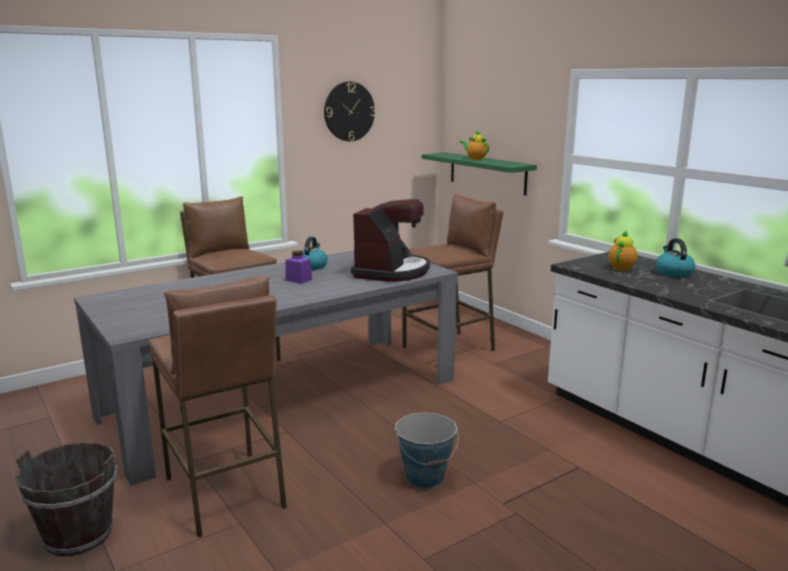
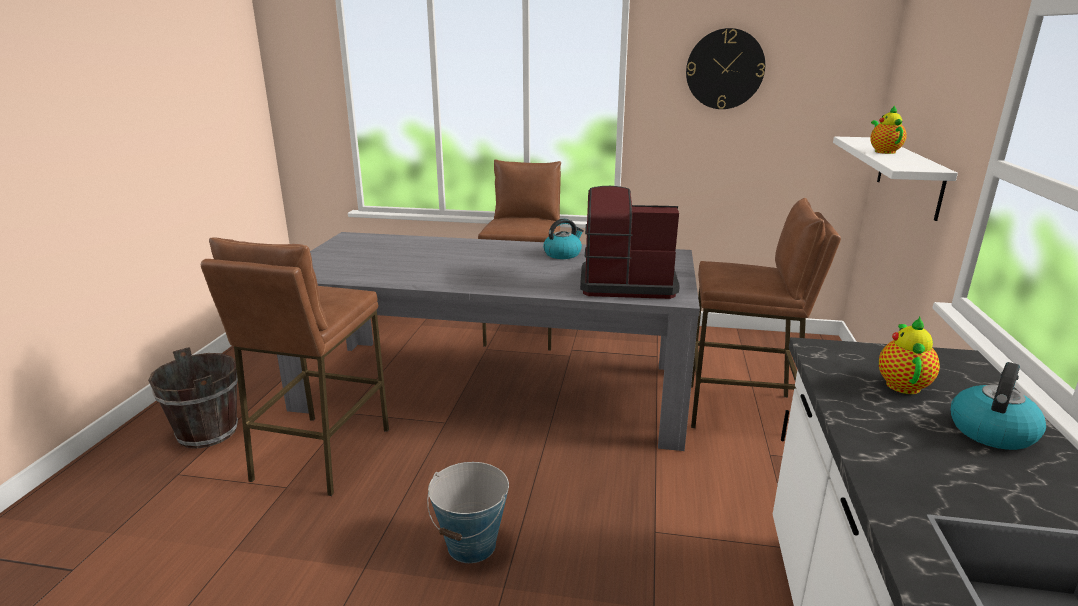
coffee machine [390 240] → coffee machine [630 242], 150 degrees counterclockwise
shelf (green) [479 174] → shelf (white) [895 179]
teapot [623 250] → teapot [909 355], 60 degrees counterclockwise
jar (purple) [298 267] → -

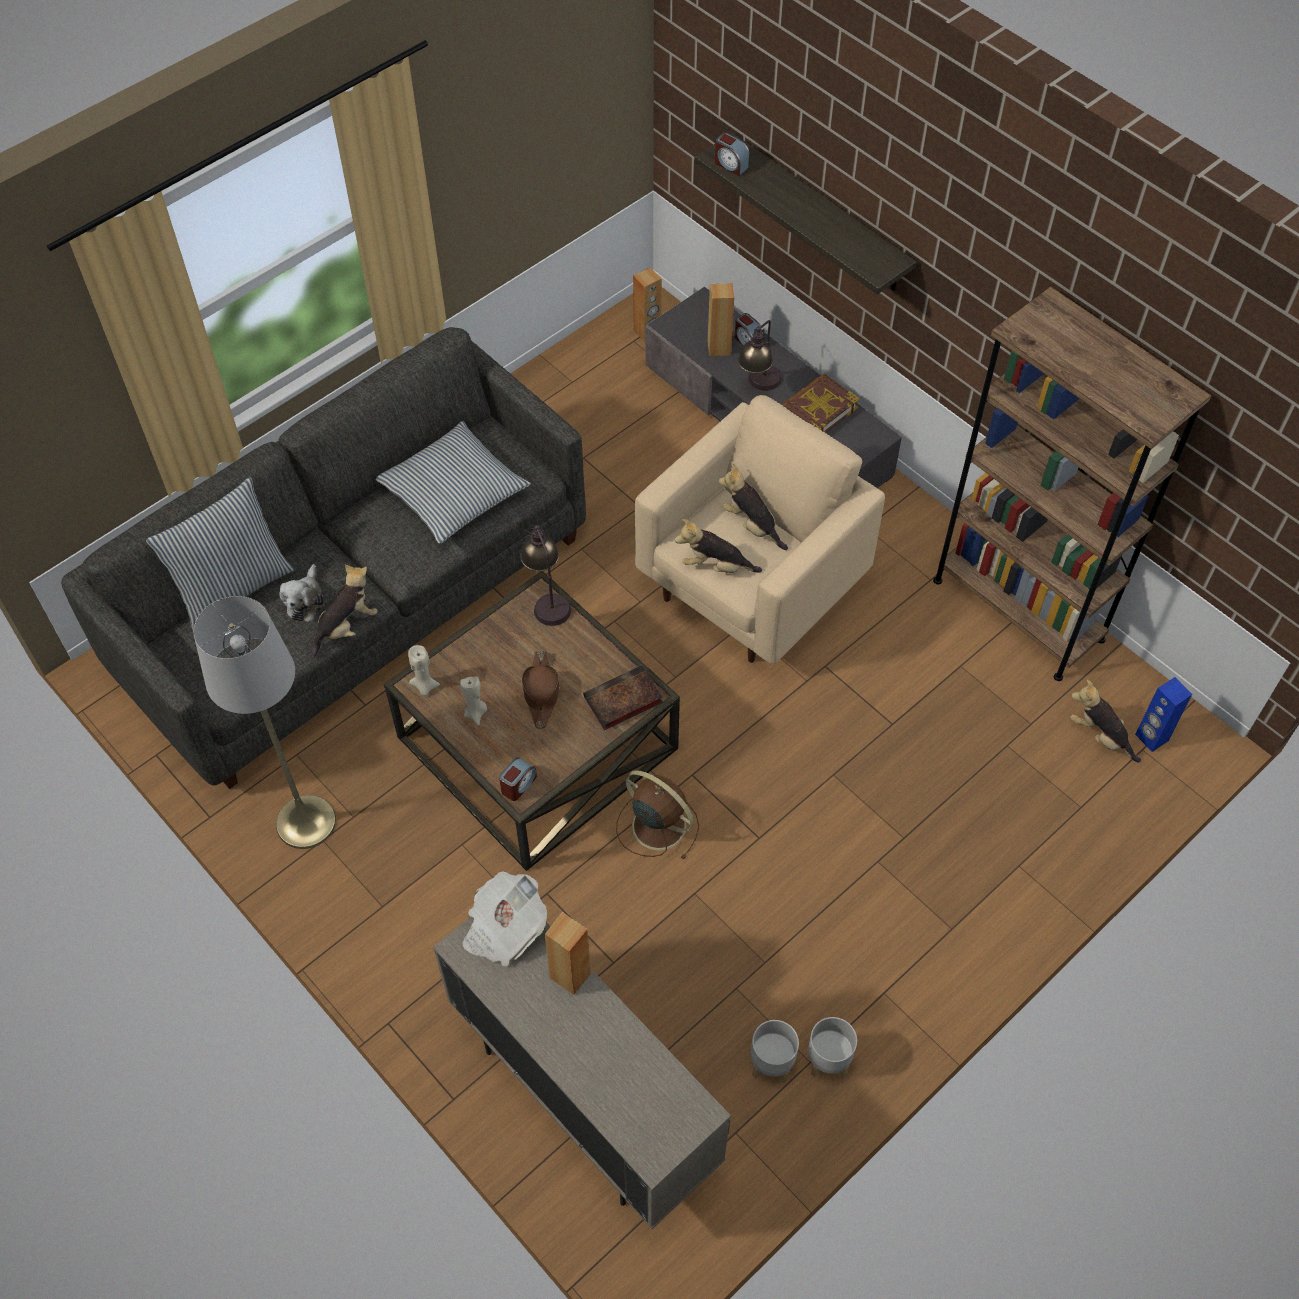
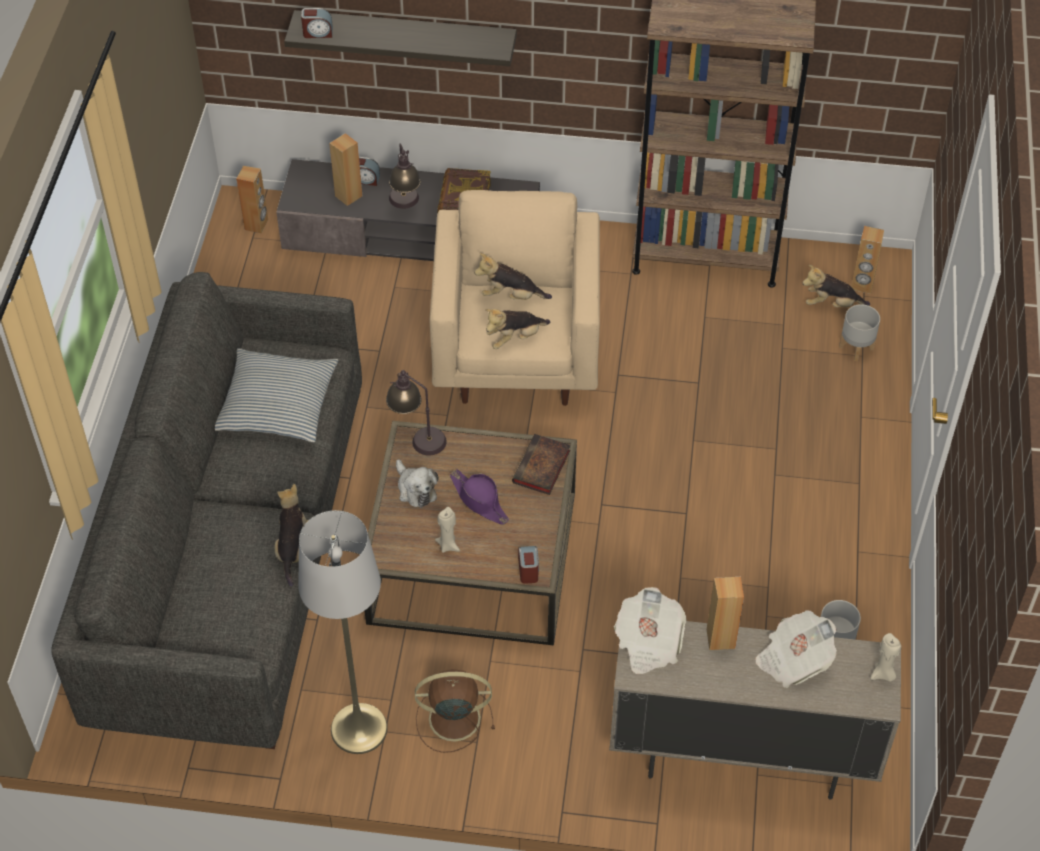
plush toy [302 593] → plush toy [417 483], shifted
fan (brown) [657 815] → fan (brown) [455 711], shifted
hat (brown) [540 689] → hat (purple) [479 497]
- → newspaper [796 649]
planter (grey) [832 1048] → planter (grey) [859 332], shifted
speaker (blue) [1163 714] → speaker (brown) [867 260]
candle (beige) [424 670] → candle (beige) [886 657], shifted
pillow [220 554] → -

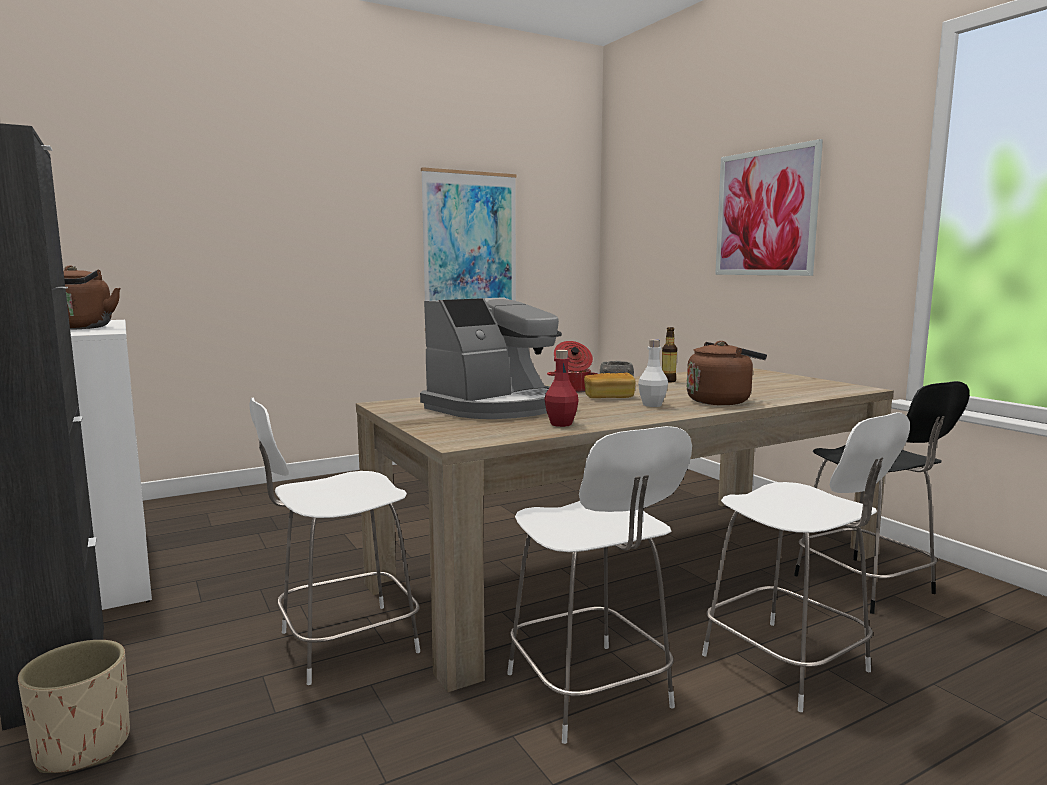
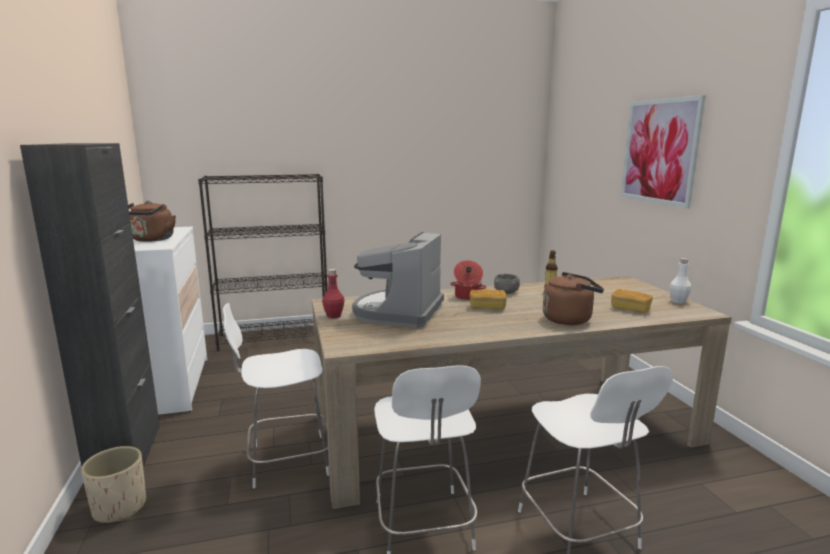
- → bookcase (black) [263 262]
bottle (red) [562 388] → bottle (red) [333 293], shifted
coffee machine [491 358] → coffee machine [398 280], 135 degrees clockwise
- → bread [632 301]
bottle (white) [653 373] → bottle (white) [680 281], shifted
picture [469 234] → -
chair (black) [882 497] → -

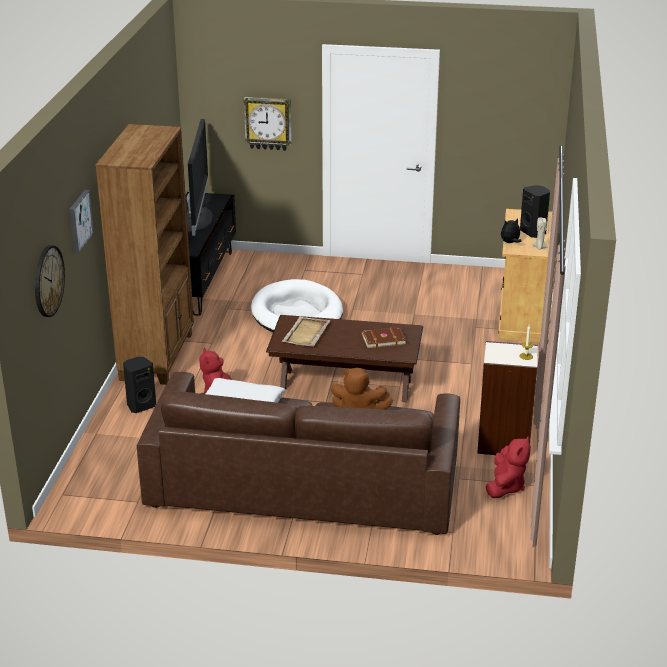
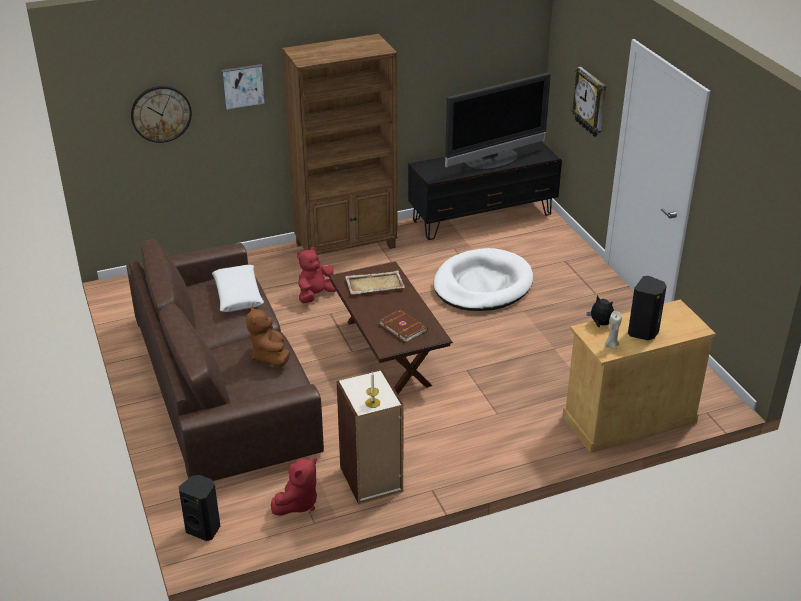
speaker (black) [139 385] → speaker (black) [199 508], shifted
plush toy (red) [508 467] → plush toy (red) [294 487], 45 degrees counterclockwise

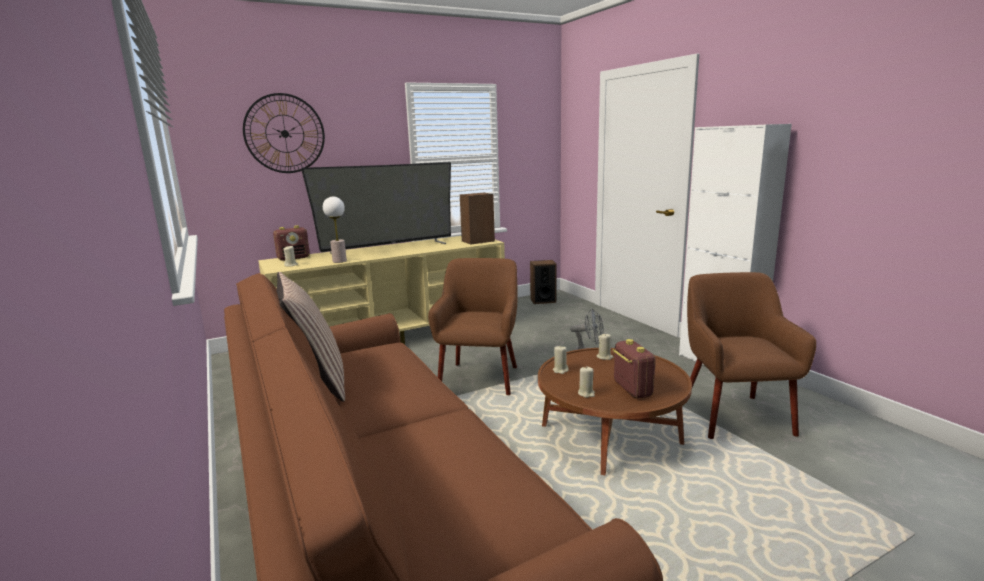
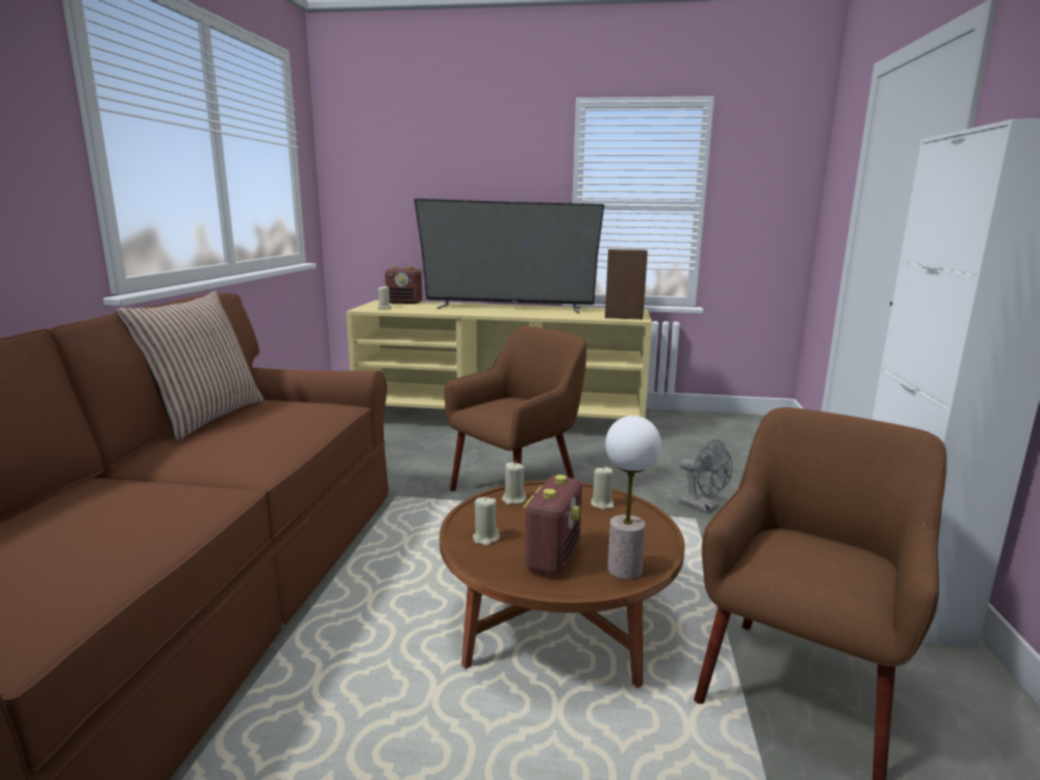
table lamp [335 230] → table lamp [633 498], shifted
wall clock [284 133] → -
speaker [543 282] → -

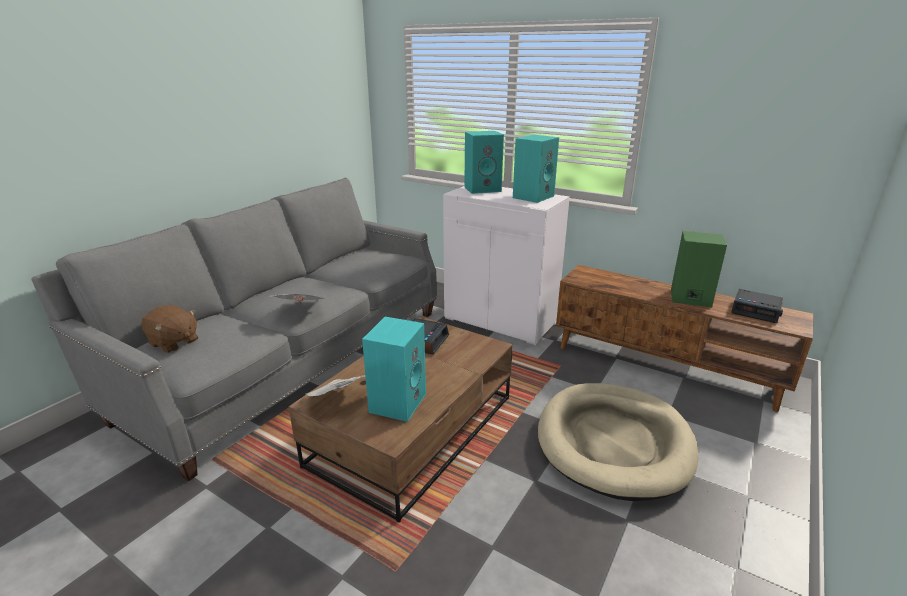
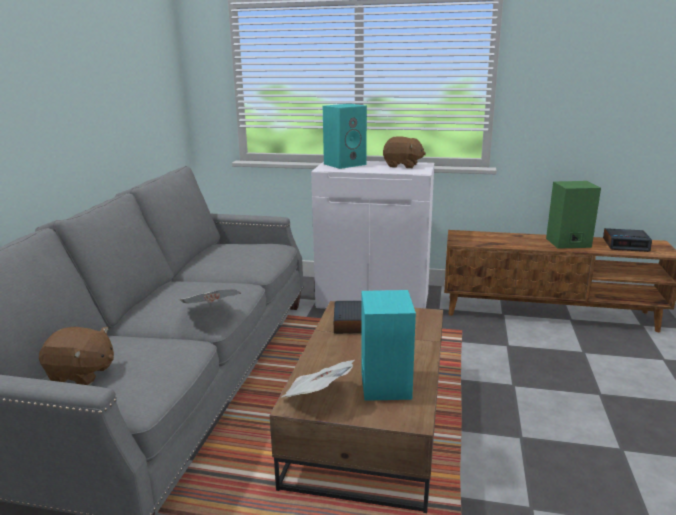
speaker (turquoise) [536 169] → plush toy (brown) [404 152]
dog bed (beige) [618 442] → -

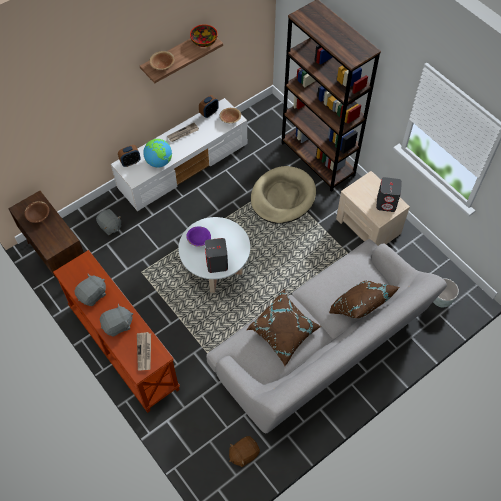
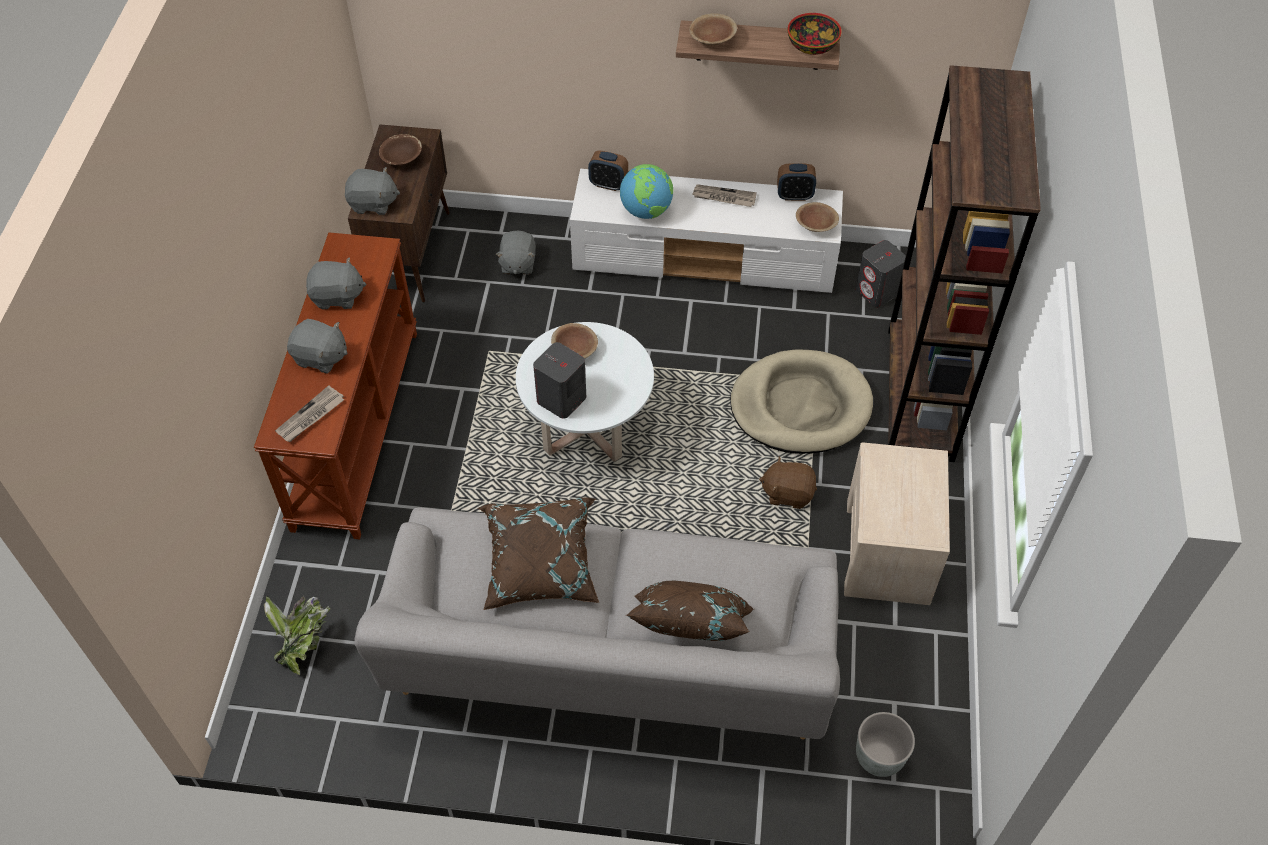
- → potted plant [297 635]
- → plush toy (grey) [372 191]
bowl (purple) [198 236] → bowl (brown) [574 341]
plush toy (brown) [244 451] → plush toy (brown) [788 482], shifted
speaker (grey) [389 194] → speaker (grey) [881 273], shifted

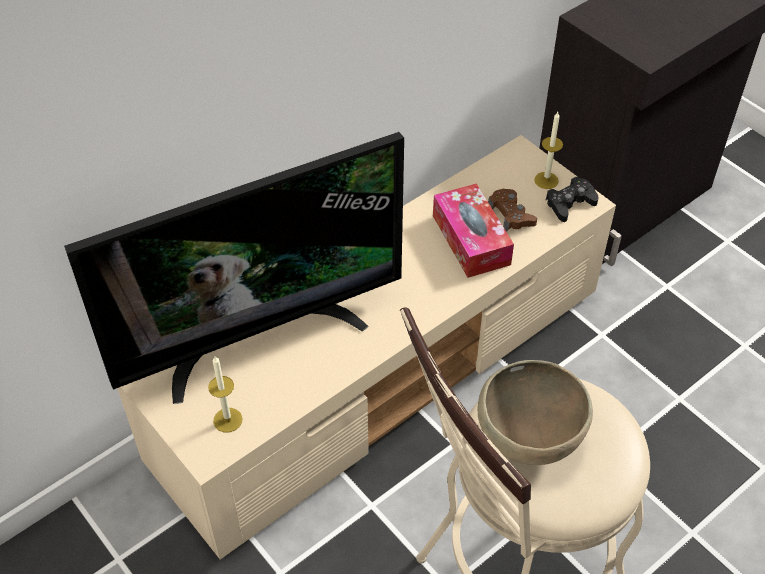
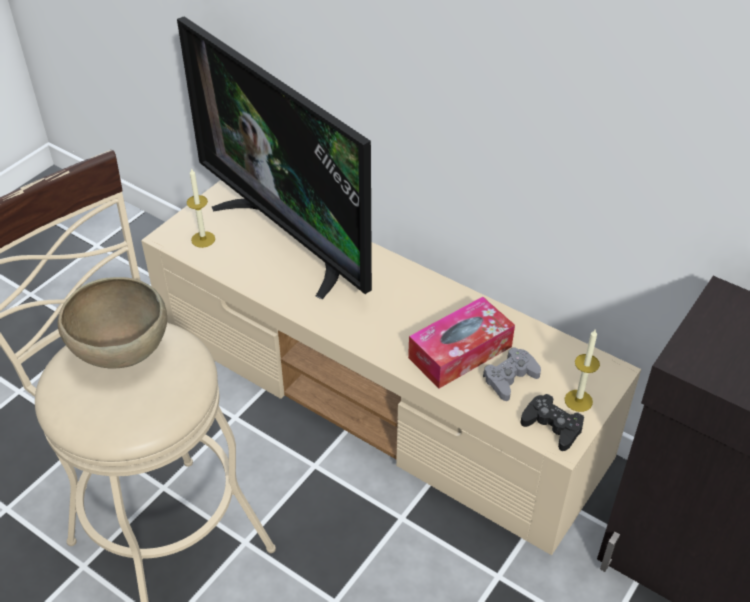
game controller (brown) [512 210] → game controller (grey) [512 374]

